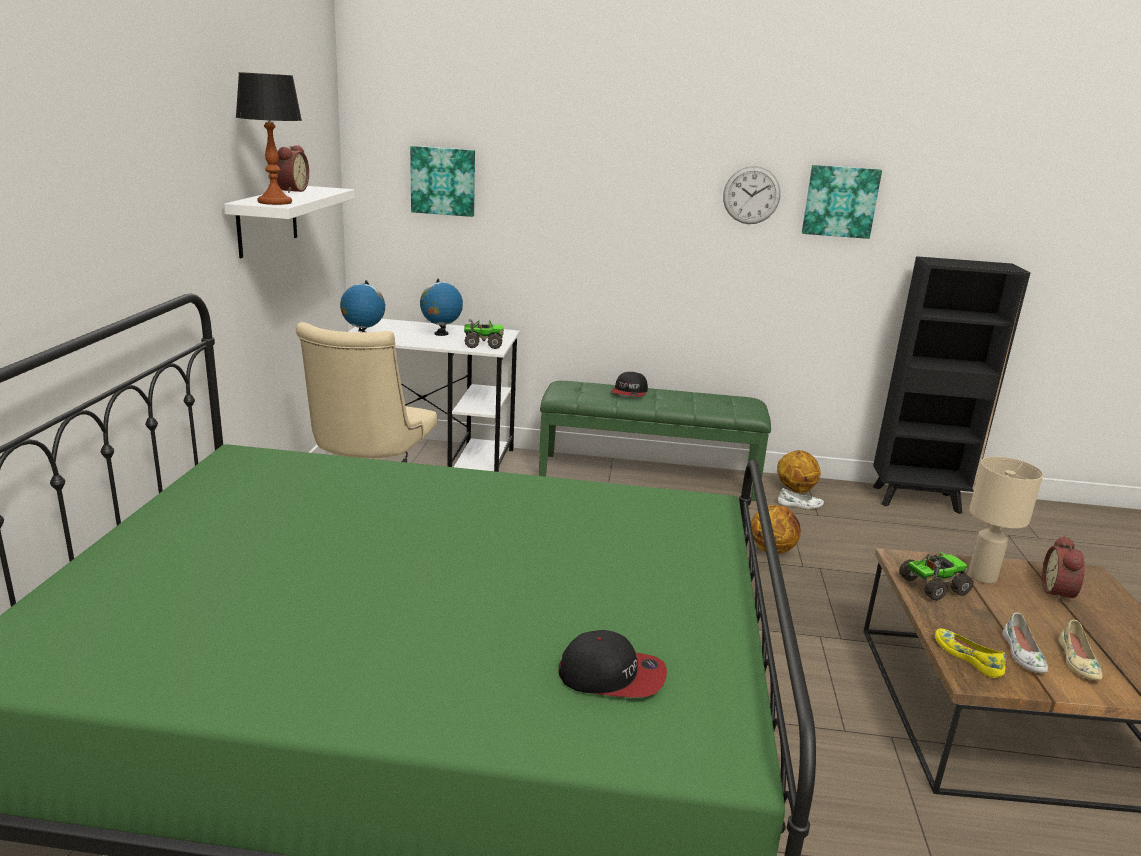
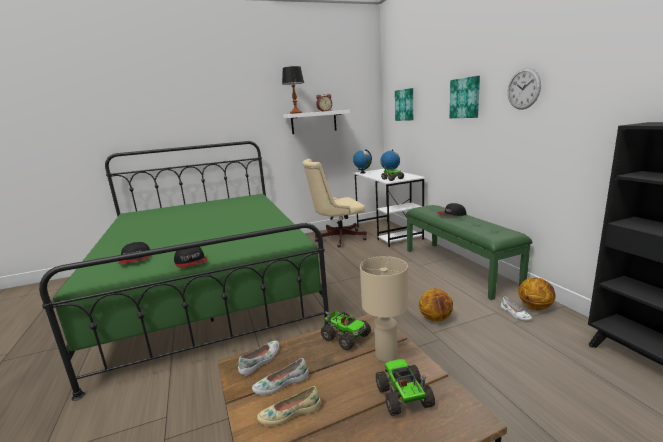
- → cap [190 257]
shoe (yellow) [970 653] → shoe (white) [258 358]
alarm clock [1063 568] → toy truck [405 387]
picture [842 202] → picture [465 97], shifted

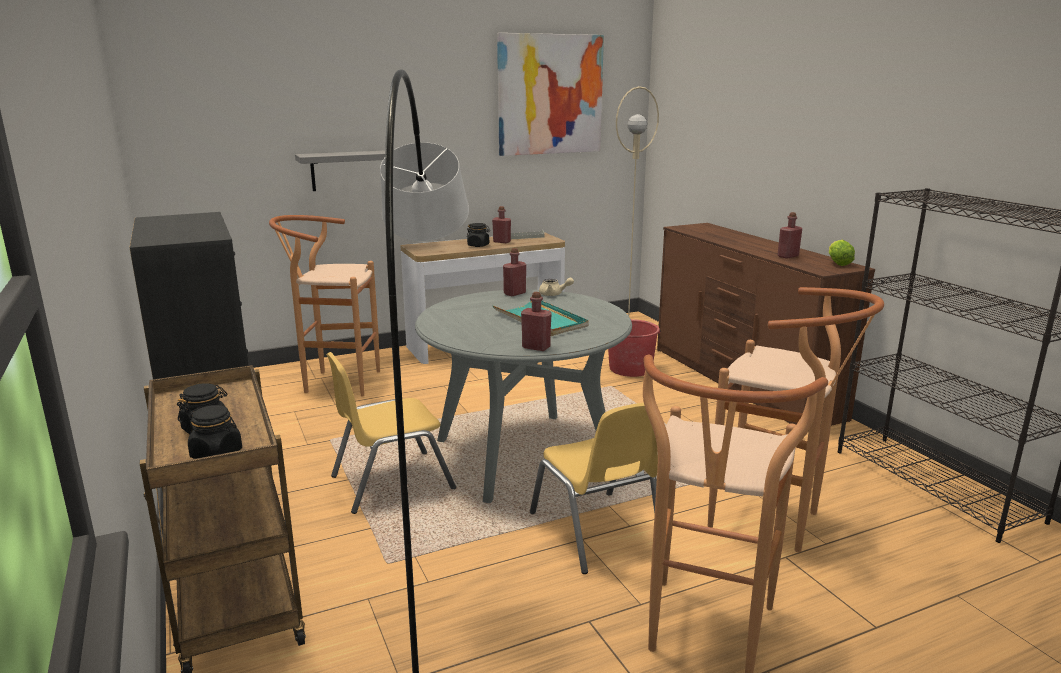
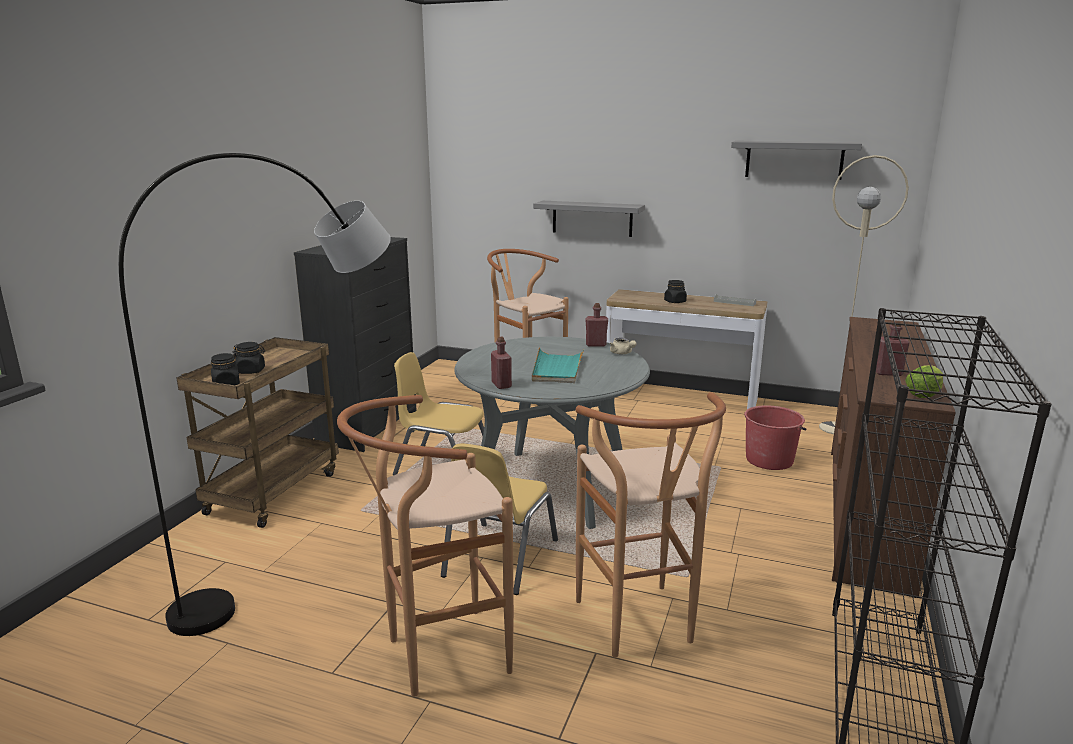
picture [550 94] → shelf (grey) [796 160]
bottle (red) [501 224] → -

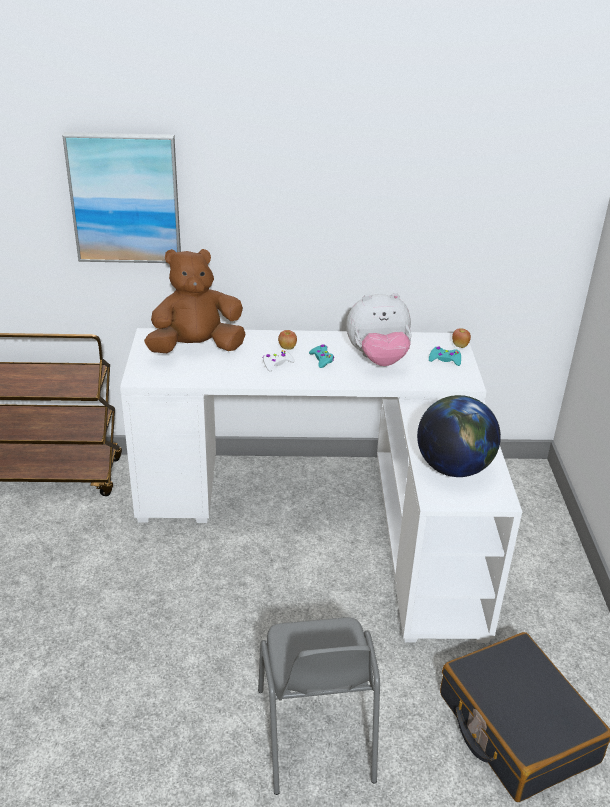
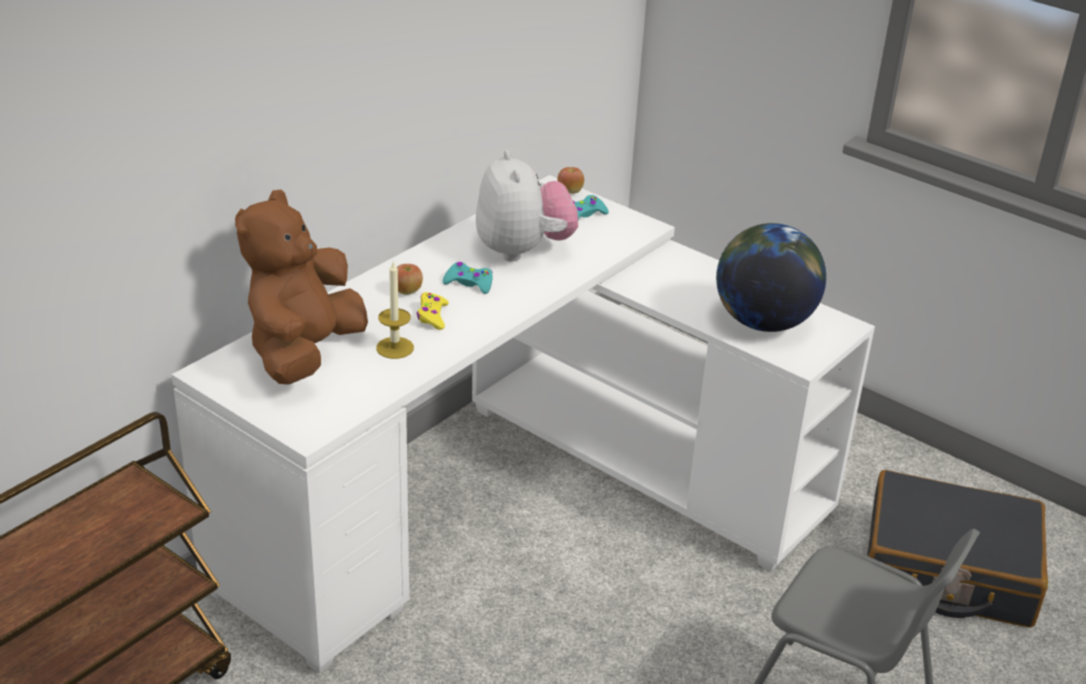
- → candle [395 310]
game controller (white) [279 360] → game controller (yellow) [433 311]
plush toy [379 329] → plush toy [527 206], 45 degrees counterclockwise
picture [121 197] → -

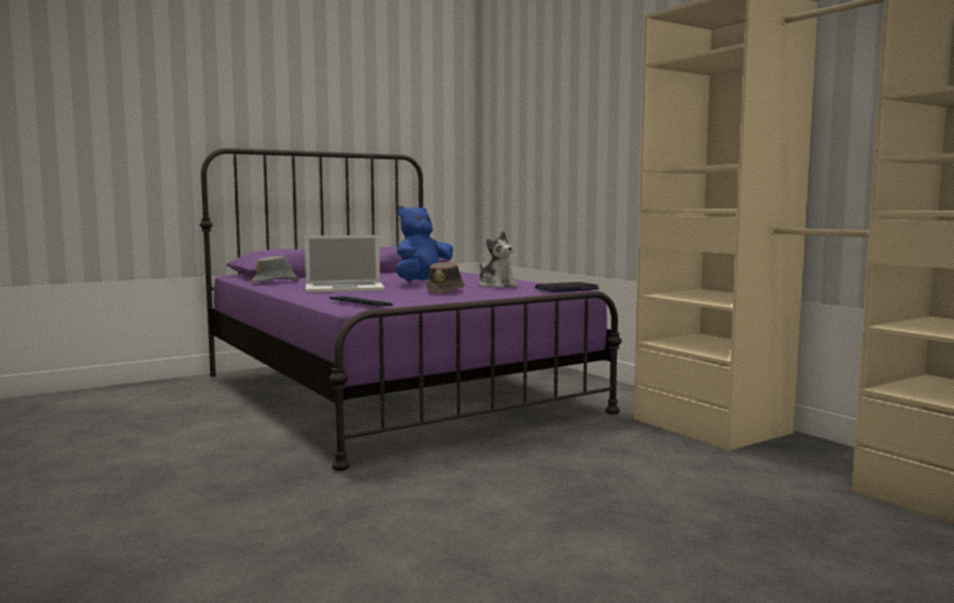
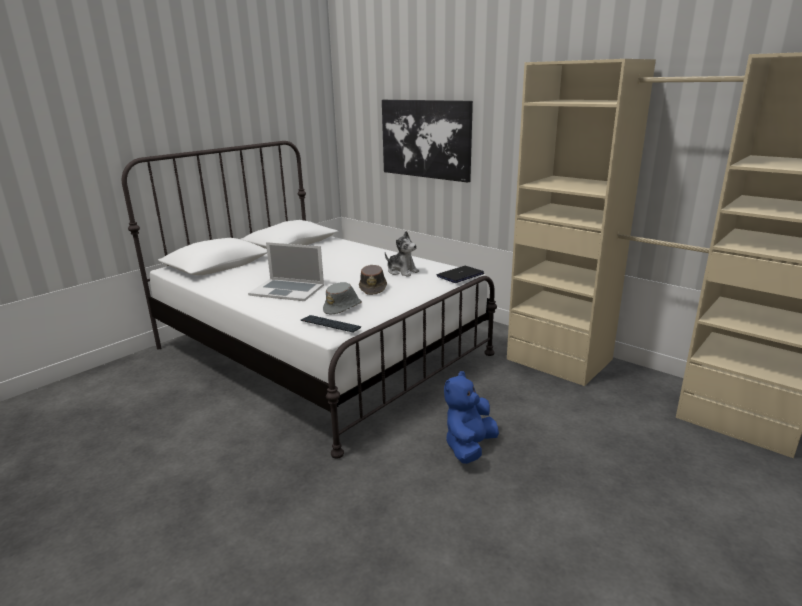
bed (purple) [411 309] → bed (white) [309 300]
laptop [345 264] → laptop [286 271], 45 degrees clockwise
hat (grey) [275 269] → hat (grey) [342 298], shifted
- → picture [427 141]
plush toy (blue) [424 244] → plush toy (blue) [471 417], shifted

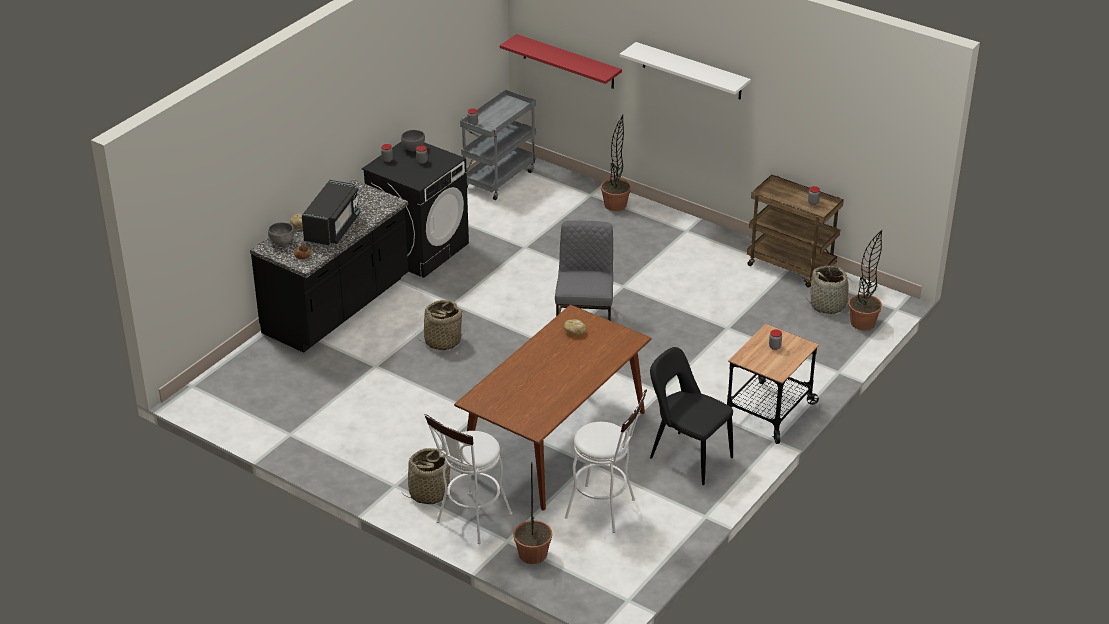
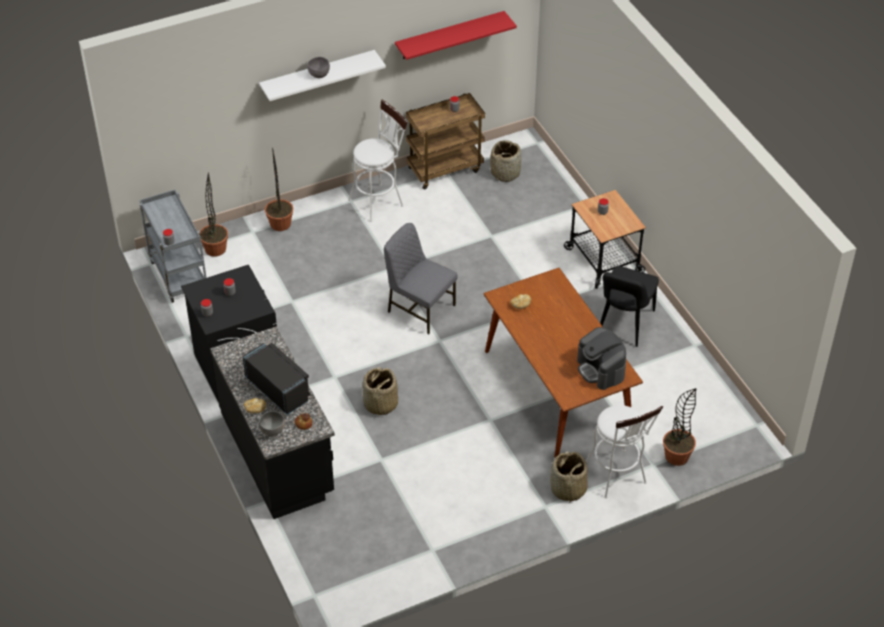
potted plant [865 280] → potted plant [214 214], shifted
bowl (grey) [413 140] → bowl (grey) [318 67], shifted
stool (white) [606 461] → stool (white) [377 160], shifted
shelf (red) [561 61] → shelf (red) [456 35], shifted
- → coffee machine [601 358]
chair (black) [691 416] → chair (black) [629 306], 45 degrees counterclockwise

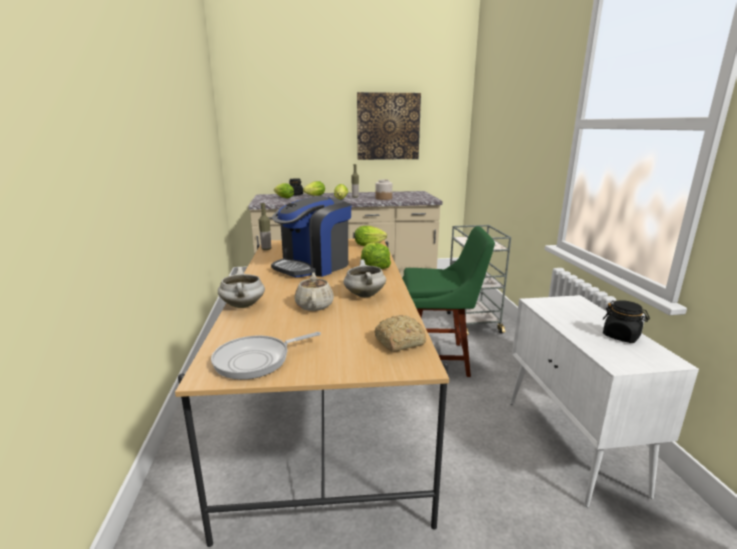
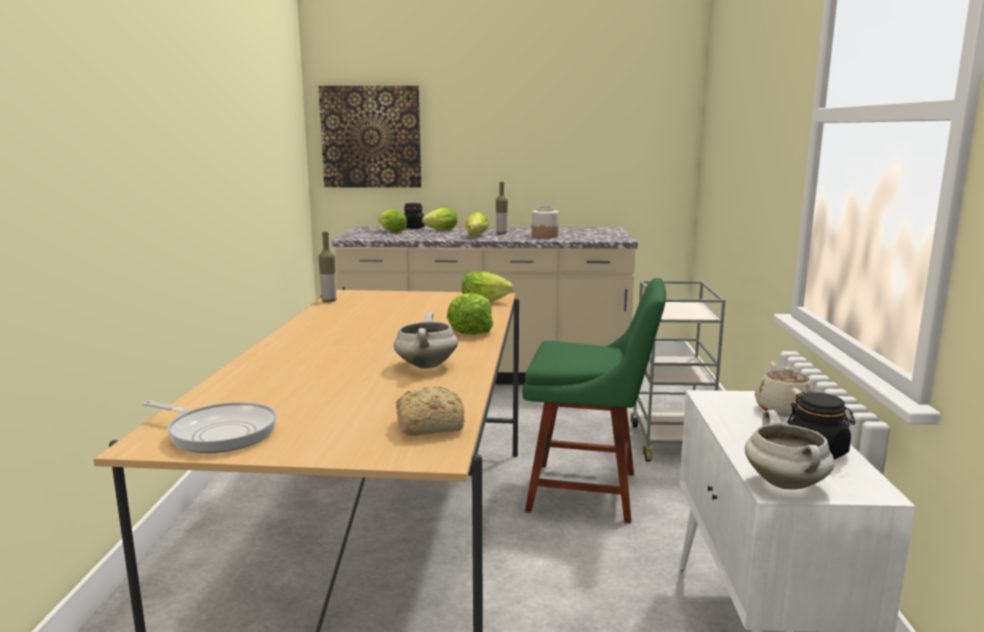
frying pan [266 356] → frying pan [210 427], 135 degrees counterclockwise
picture [389 126] → picture [370 137], shifted
cooking pot (white) [241 287] → cooking pot (white) [789 449], shifted
teapot (beige) [314 291] → teapot (beige) [785 390], shifted
coffee machine [311 236] → -

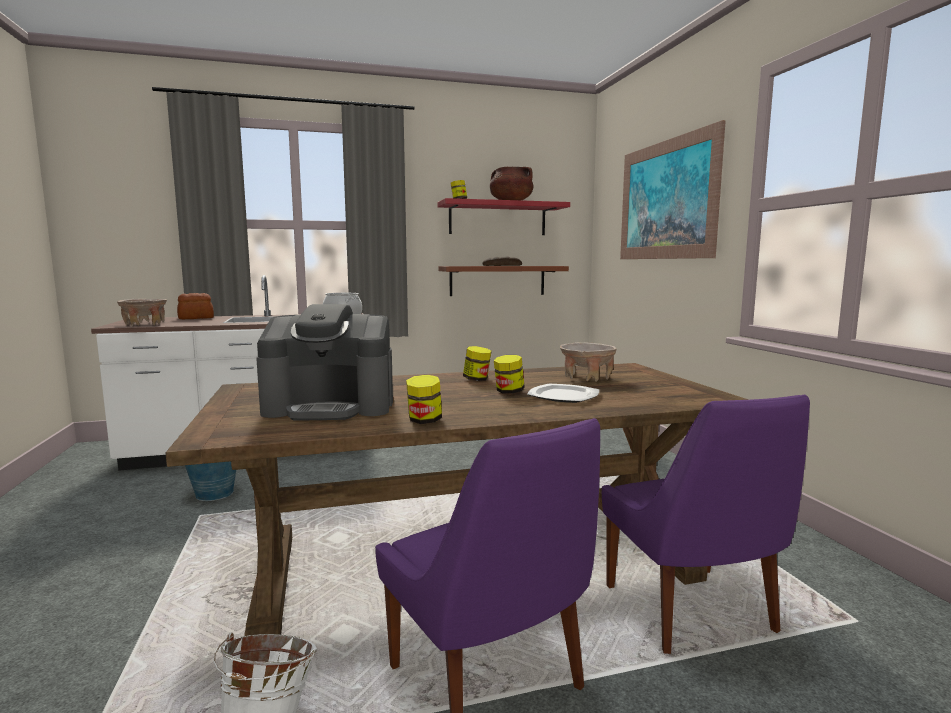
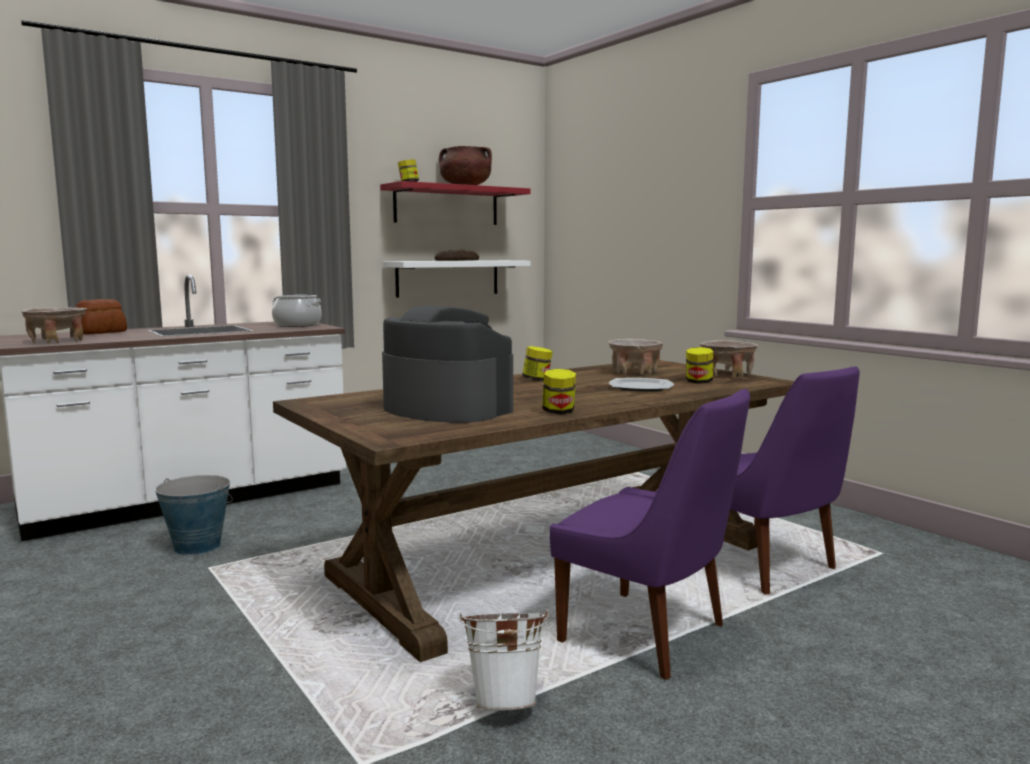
coffee machine [324 362] → coffee machine [447 364], 120 degrees counterclockwise
shelf (brown) [503 281] → shelf (white) [457 279]
jar [509 374] → jar [699 365], shifted
- → bowl (beige) [729 359]
picture [673 189] → -

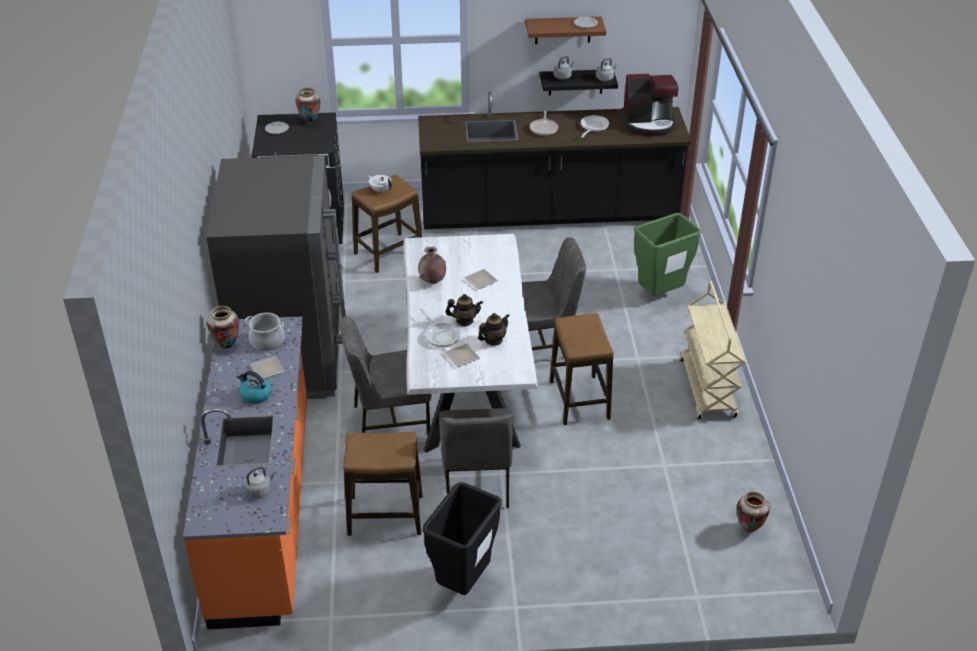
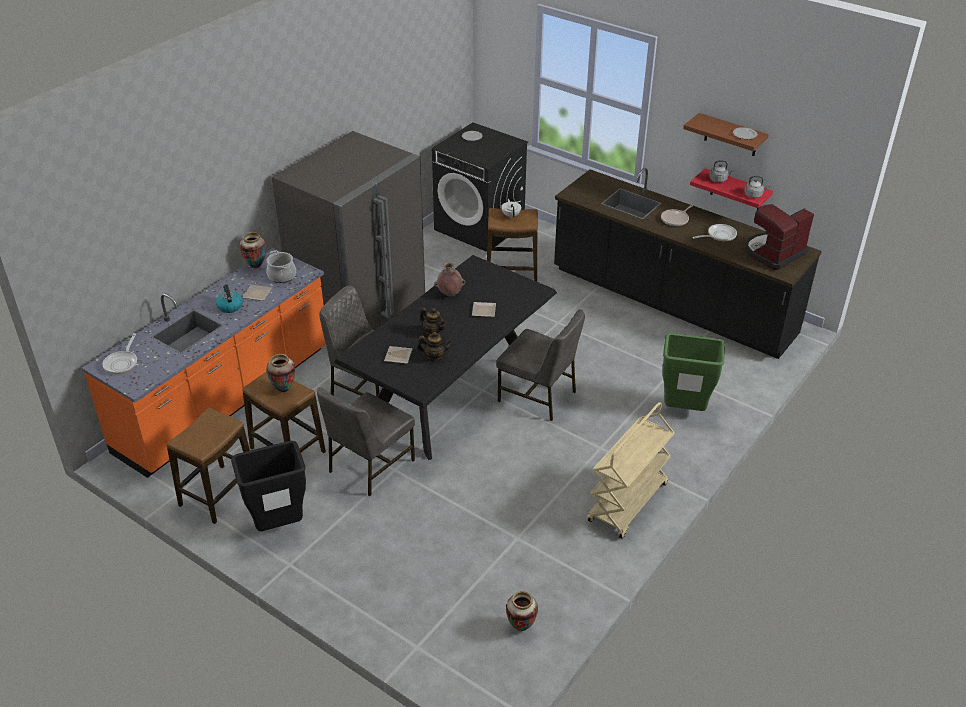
frying pan [439 327] → frying pan [120 353], shifted
stool [582 369] → stool [208 466], shifted
vase [308 105] → vase [280 373], shifted
dining table (white) [470 343] → dining table (black) [445 357]
shelf (black) [578 83] → shelf (red) [731 188]
coffee machine [649 105] → coffee machine [779 237], 105 degrees clockwise
kettle (grey) [259 482] → -

